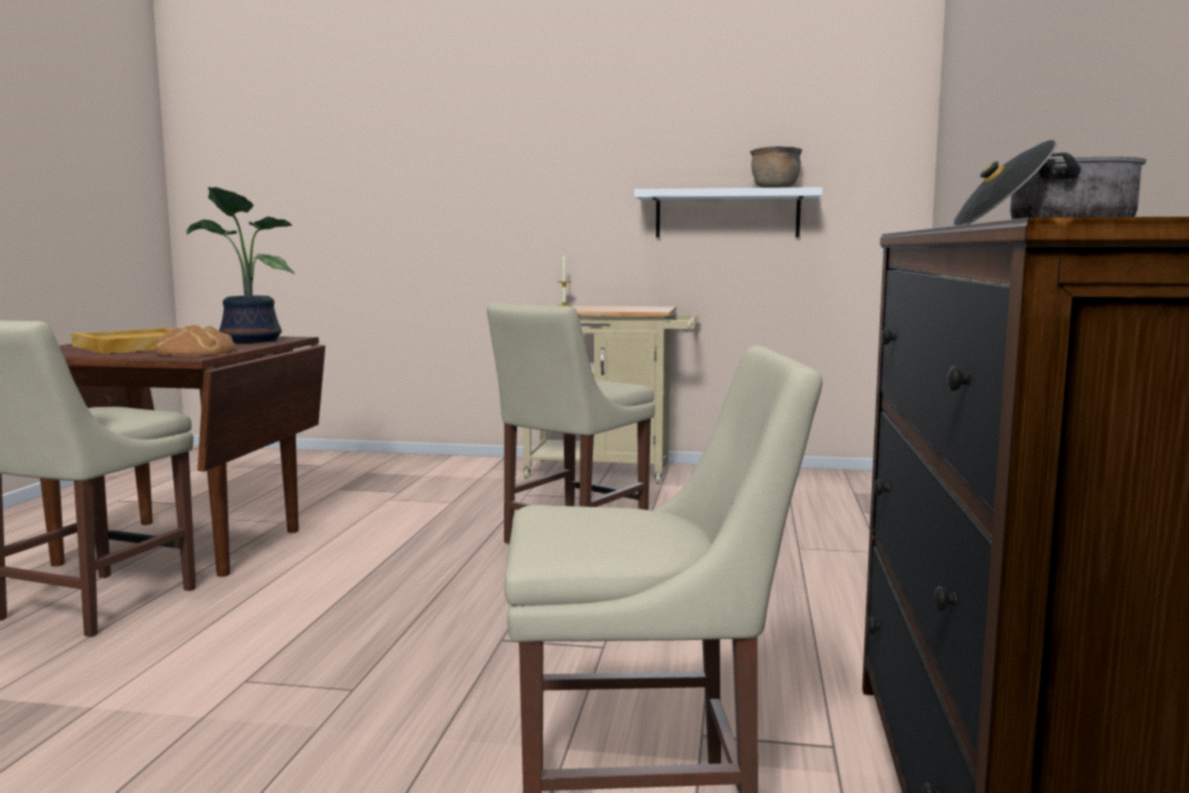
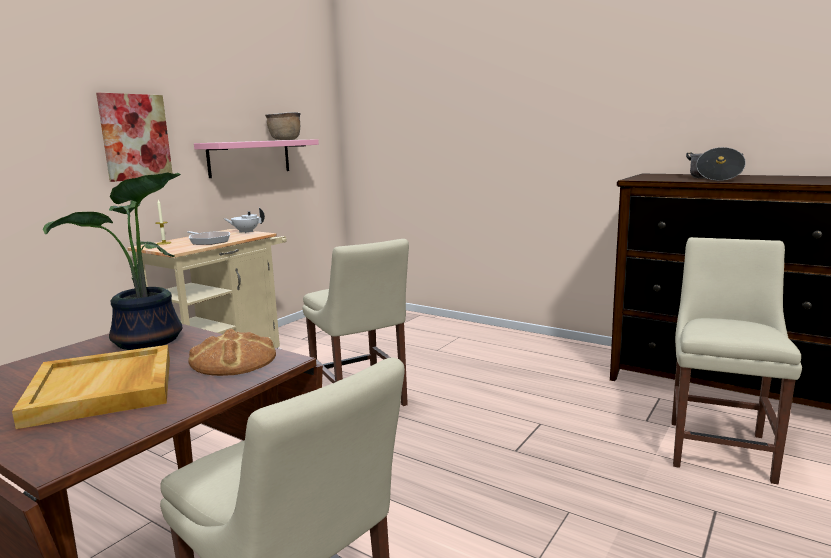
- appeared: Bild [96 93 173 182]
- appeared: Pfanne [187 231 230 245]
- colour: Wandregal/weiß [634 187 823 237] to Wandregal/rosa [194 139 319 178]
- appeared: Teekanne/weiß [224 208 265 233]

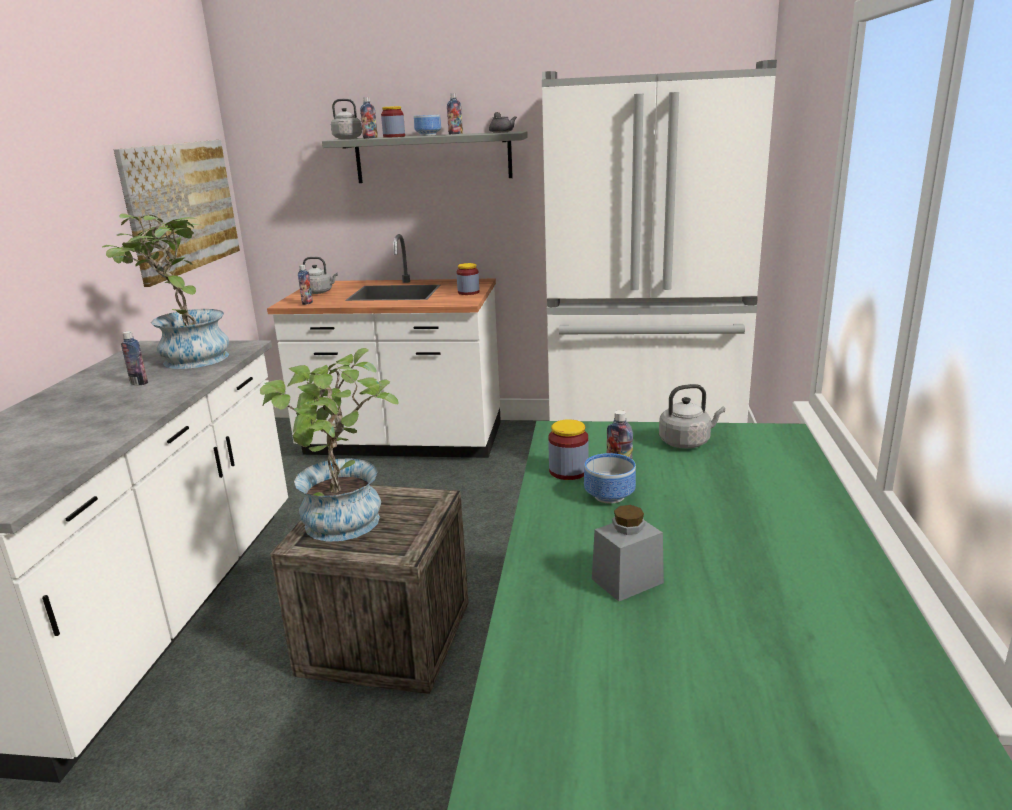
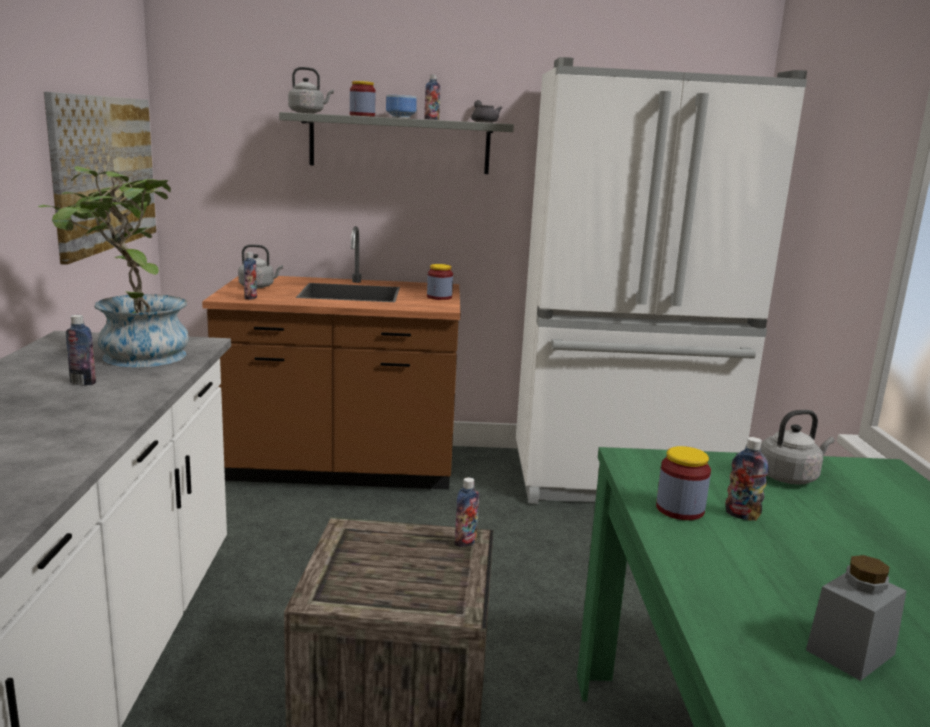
- colour: Küchenzeile/weiß [267 234 501 458] to Küchenzeile/braun [202 226 460 489]
- relocated: Flasche [360 97 378 139] to [455 477 479 547]
- missing: Topfpflanze [260 348 399 542]
- missing: Schüssel [584 453 636 504]

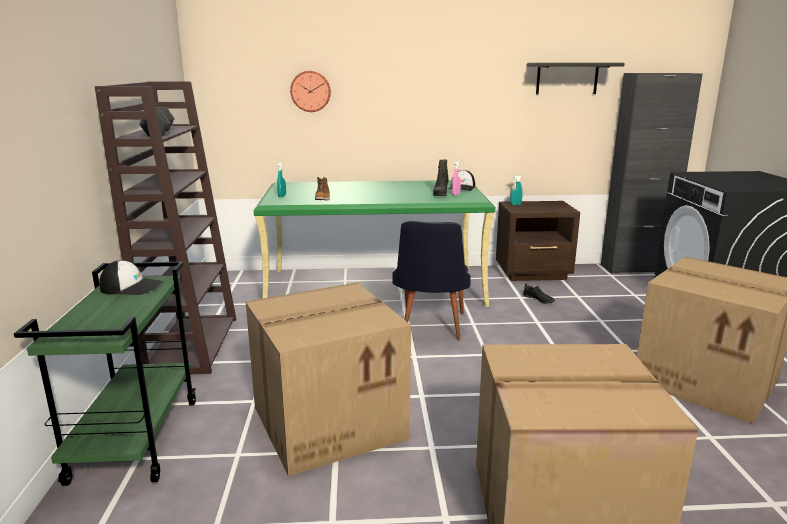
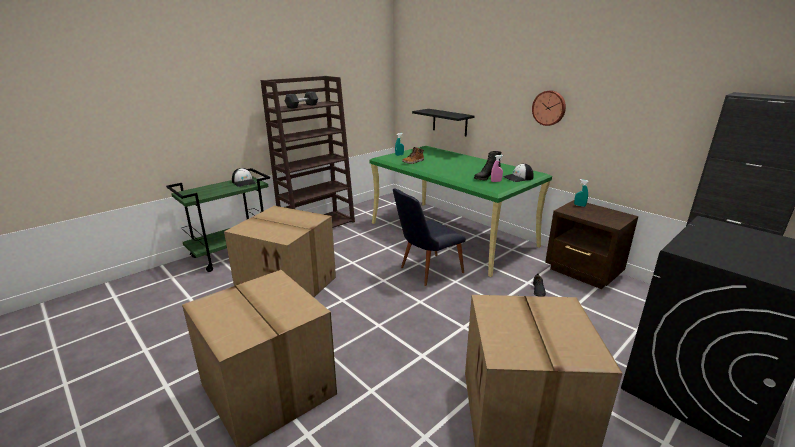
- relocated: Wandregal/schwarz [527 63 625 94] to [412 109 474 136]
- relocated: Wanduhr [290 71 331 112] to [532 90 566 126]

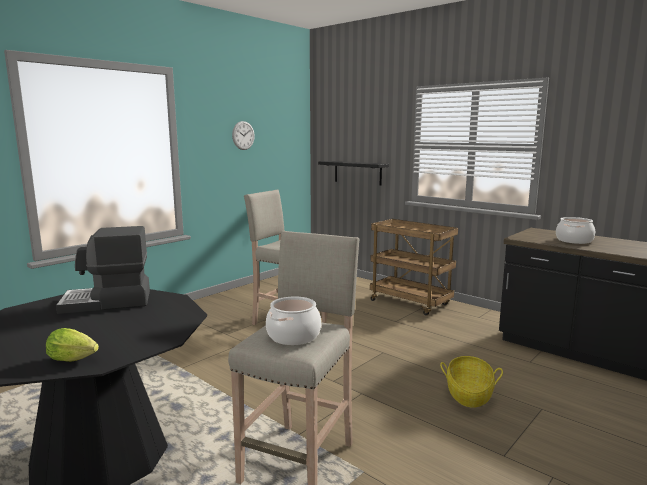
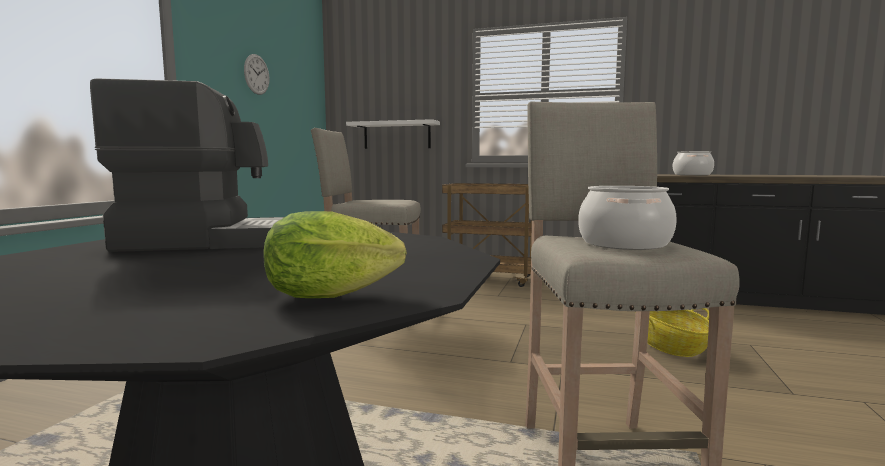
- spun: Kaffeemaschine [56 226 150 314] = [90 78 284 252] 150 degrees counterclockwise
- colour: Wandregal/schwarz [318 161 389 186] to Wandregal/weiß [346 119 440 149]

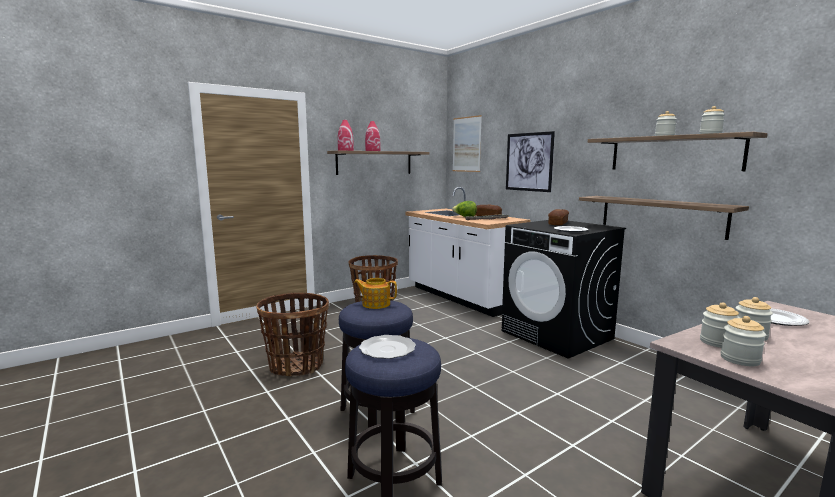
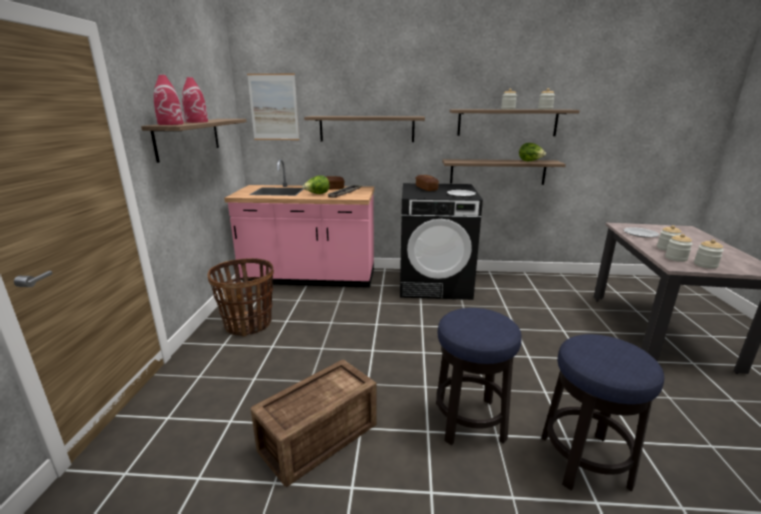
- colour: Küchenzeile/weiß [405 187 531 317] to Küchenzeile/rosa [224 159 374 288]
- exchanged: Korb [256 293 329 376] to Kiste [251 360 377 487]
- exchanged: Bild [506 131 555 192] to Wandregal [304 116 425 142]
- appeared: Salatkopf [519 143 546 161]
- missing: Teekanne [354 278 397 309]
- missing: Teller [359 335 416 359]

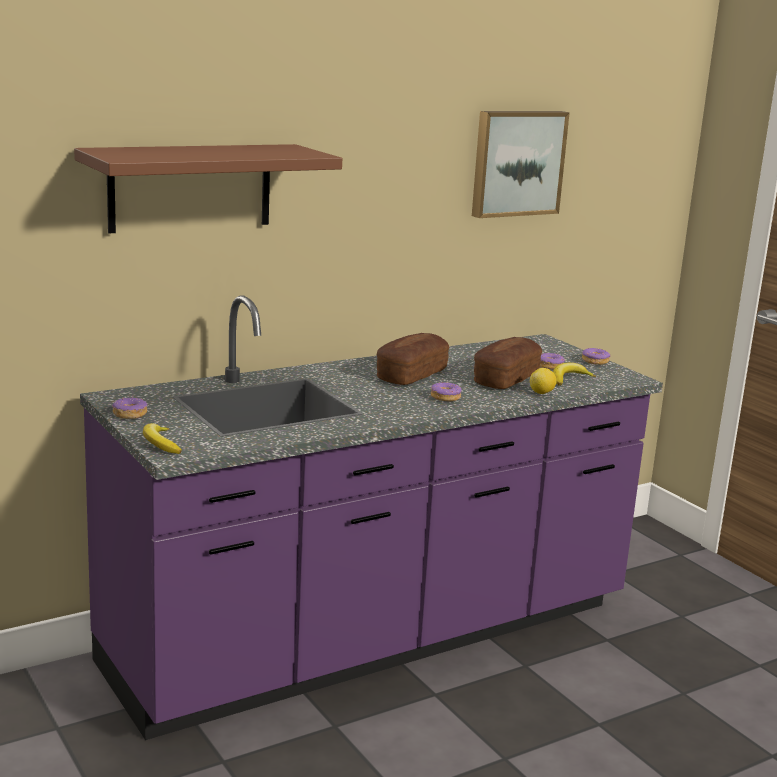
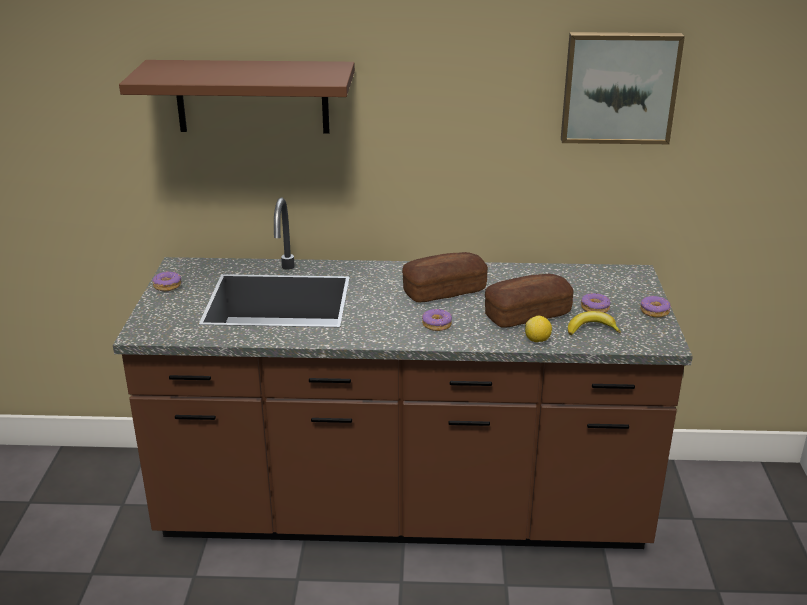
- colour: Küchenzeile/lila [80 295 663 740] to Küchenzeile/braun [113 198 693 549]
- missing: Banane [143 423 182 454]

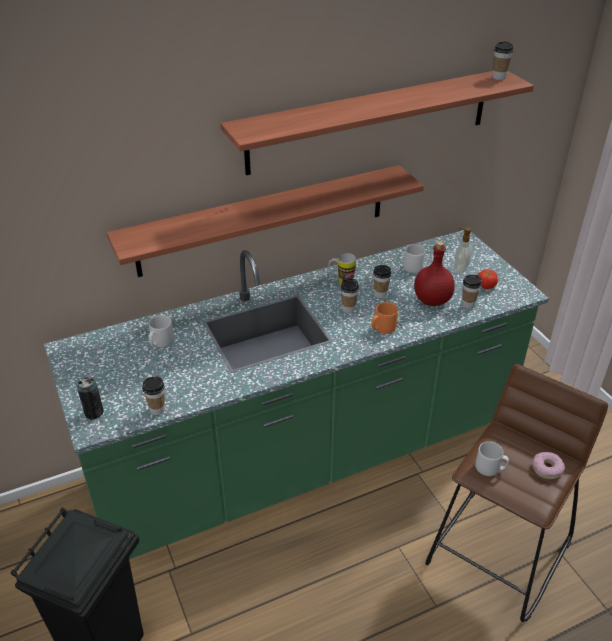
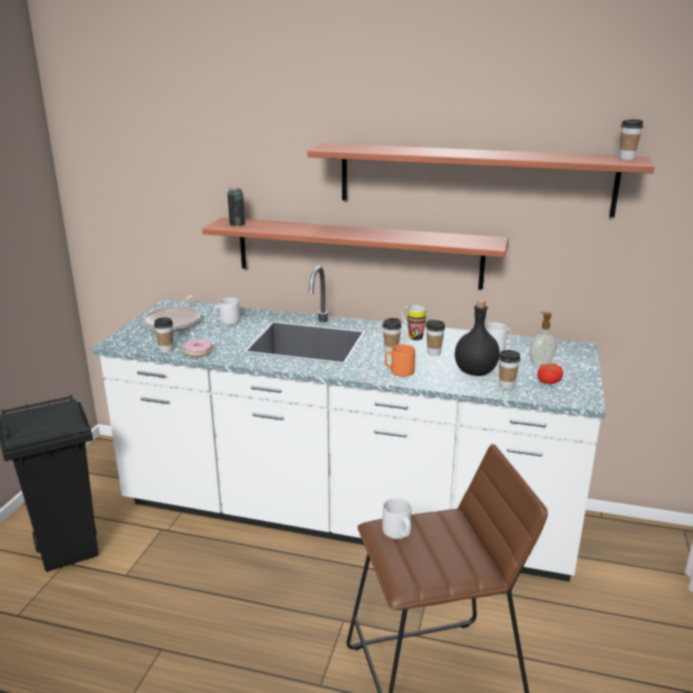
- colour: Küchenzeile/grün [44 230 549 559] to Küchenzeile/weiß [91 265 606 582]
- appeared: Pfanne [144 295 200 332]
- relocated: Donut [532 452 565 479] to [183 338 213 357]
- relocated: Dose [77 377 104 419] to [228 188 245 226]
- colour: Flasche/rot [414 241 455 306] to Flasche/schwarz [455 300 500 376]

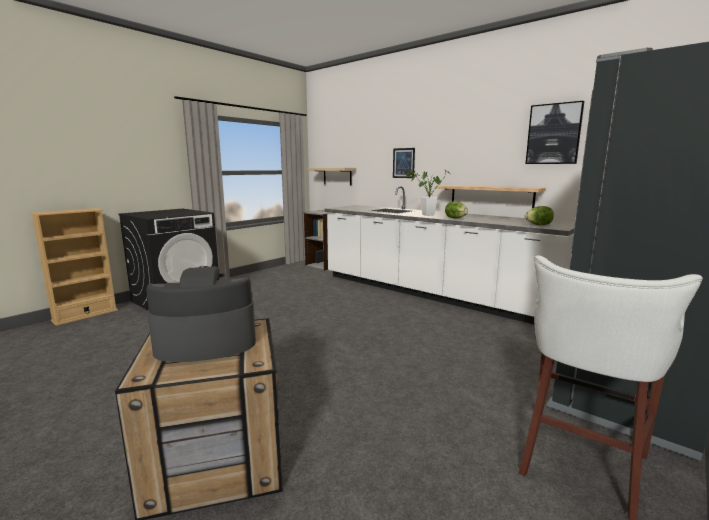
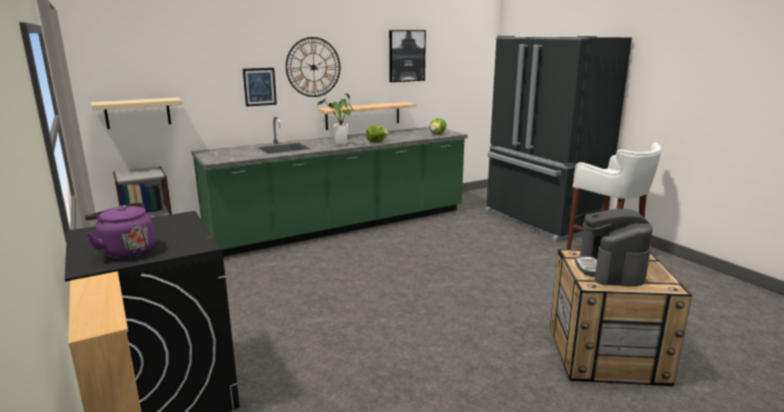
- appeared: Wasserkessel/lila [85 203 155 259]
- colour: Küchenzeile/weiß [324 186 575 324] to Küchenzeile/grün [192 116 467 257]
- appeared: Wanduhr [286 37 340 97]

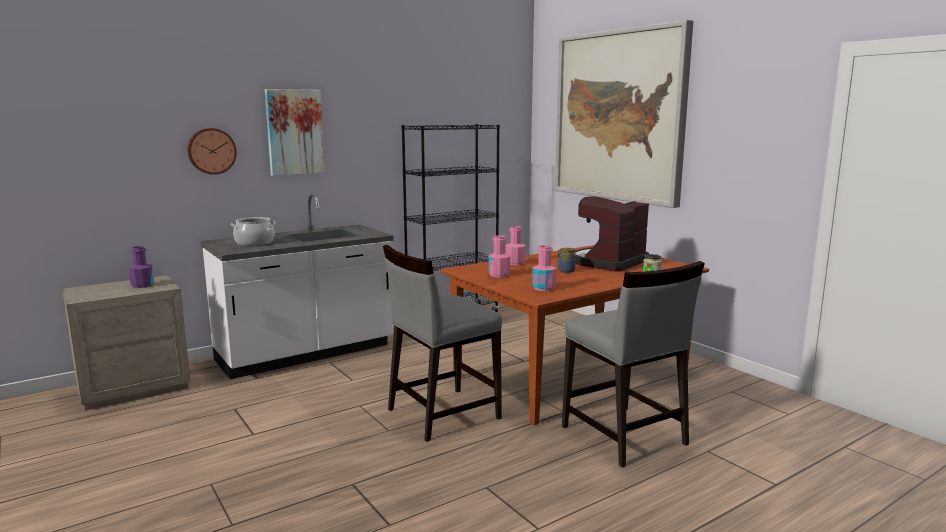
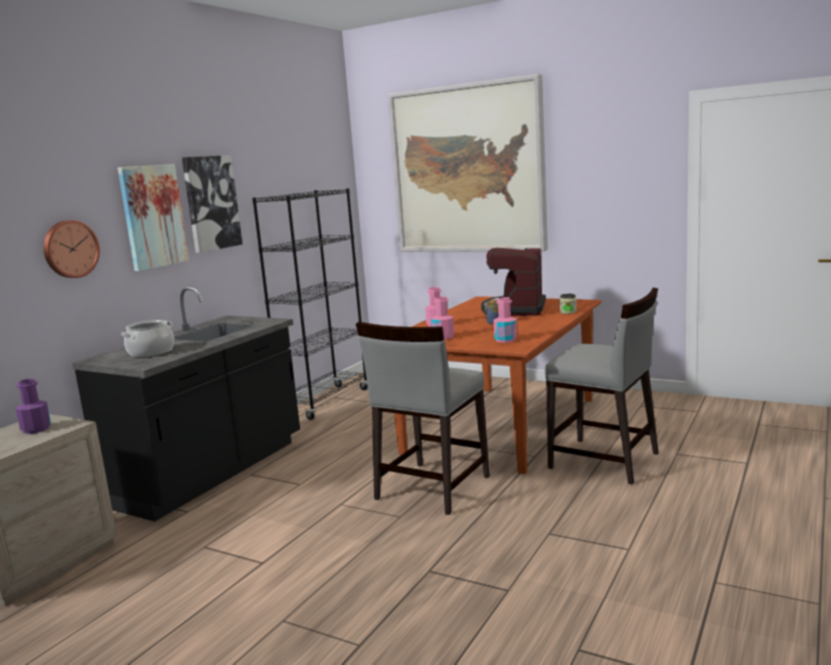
- colour: Küchenzeile/weiß [200 194 394 379] to Küchenzeile/schwarz [72 286 300 522]
- appeared: Bild [182 155 243 253]

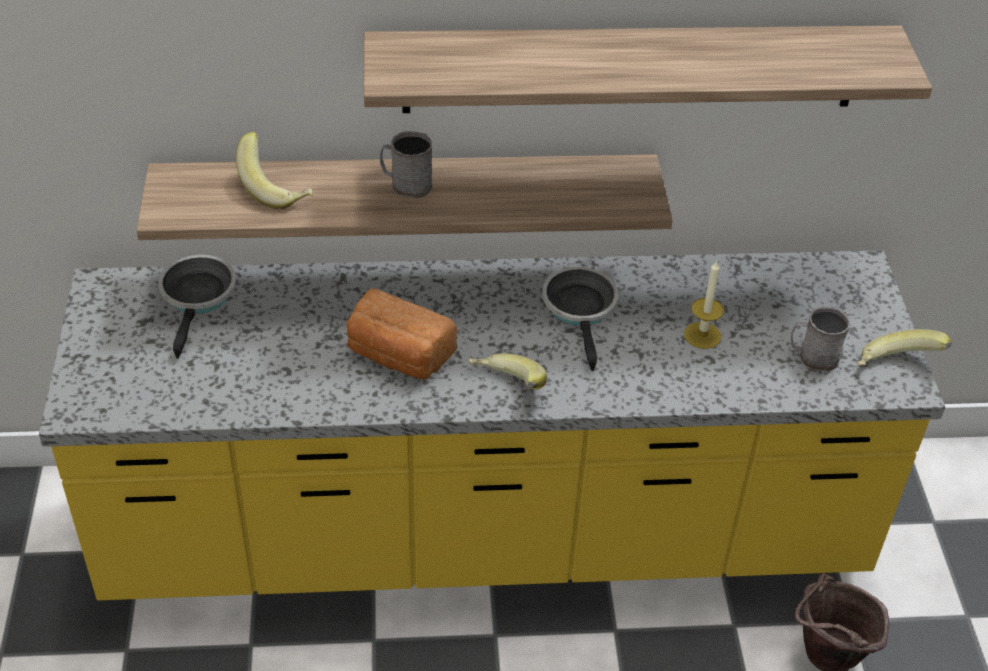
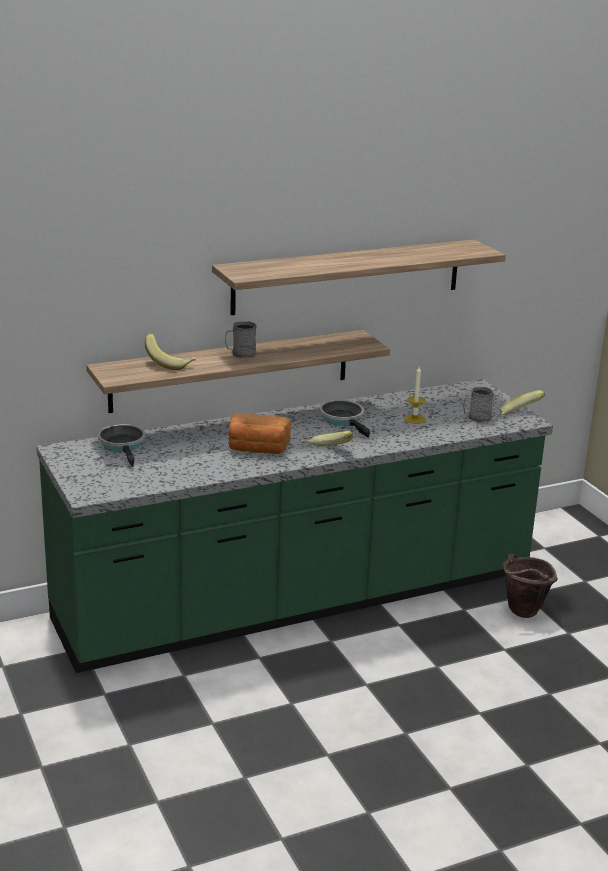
- colour: Küchenzeile/gelb [39 250 945 600] to Küchenzeile/grün [36 379 553 673]

